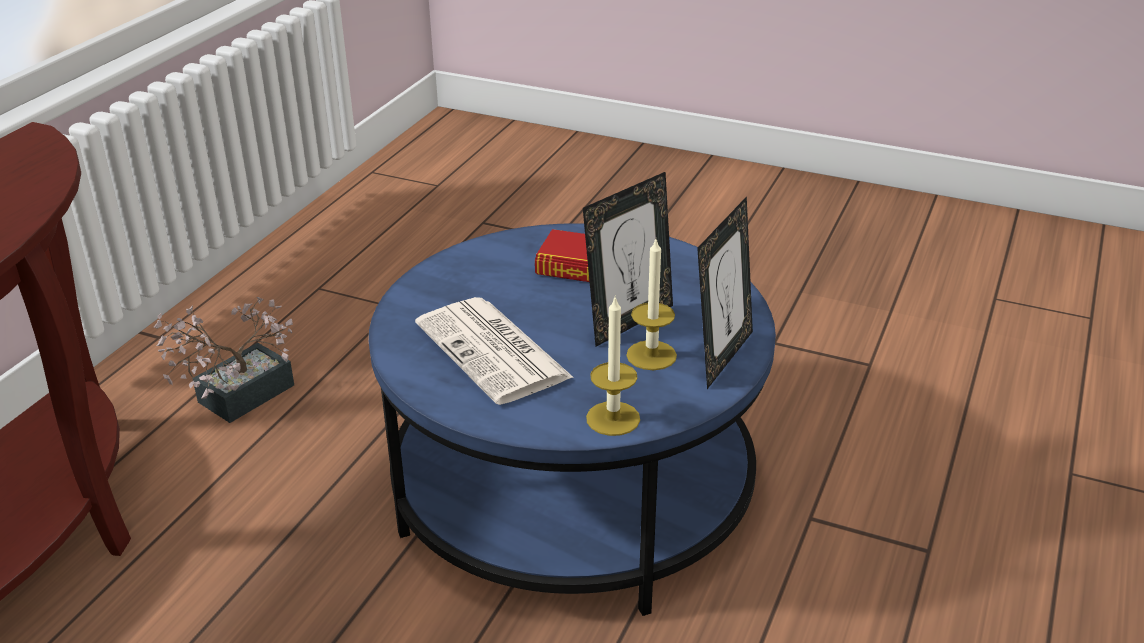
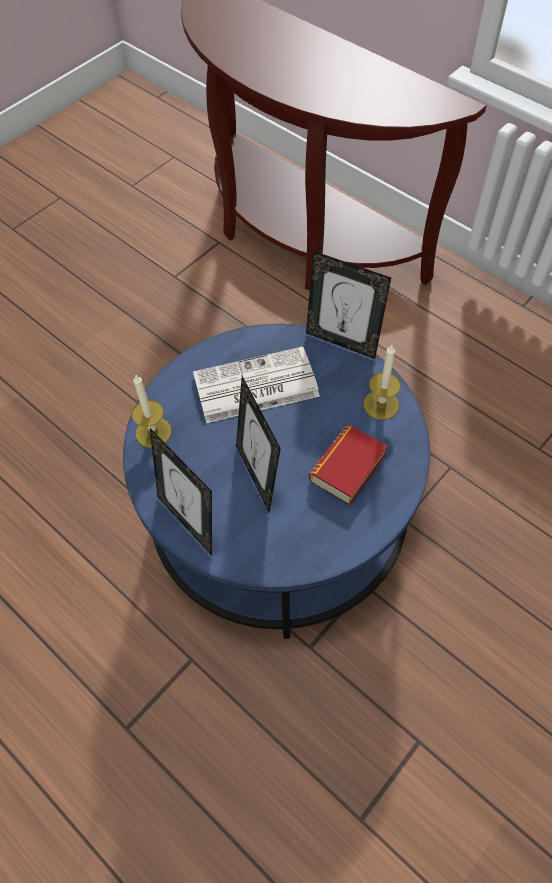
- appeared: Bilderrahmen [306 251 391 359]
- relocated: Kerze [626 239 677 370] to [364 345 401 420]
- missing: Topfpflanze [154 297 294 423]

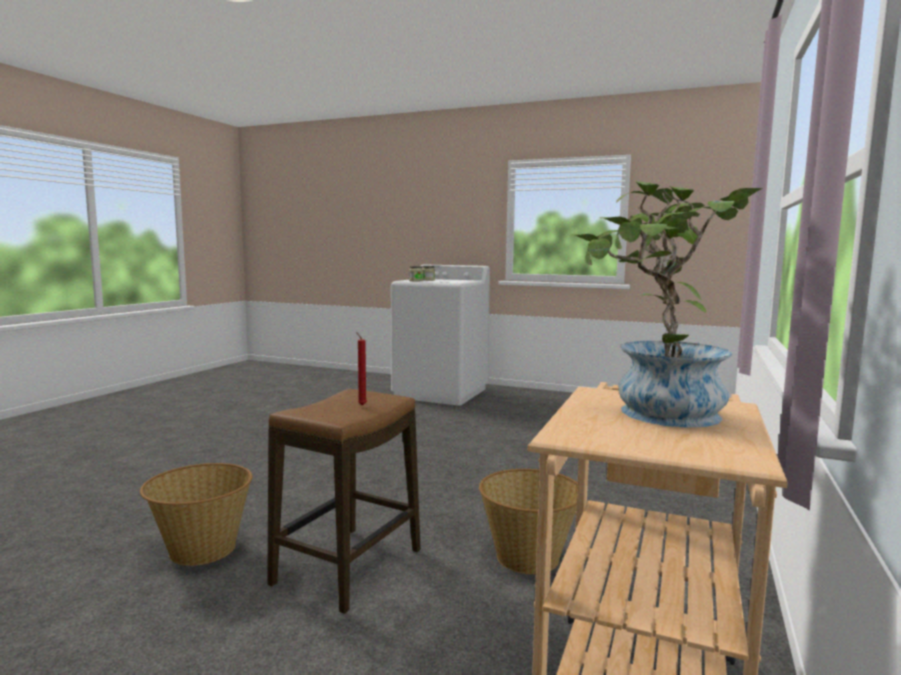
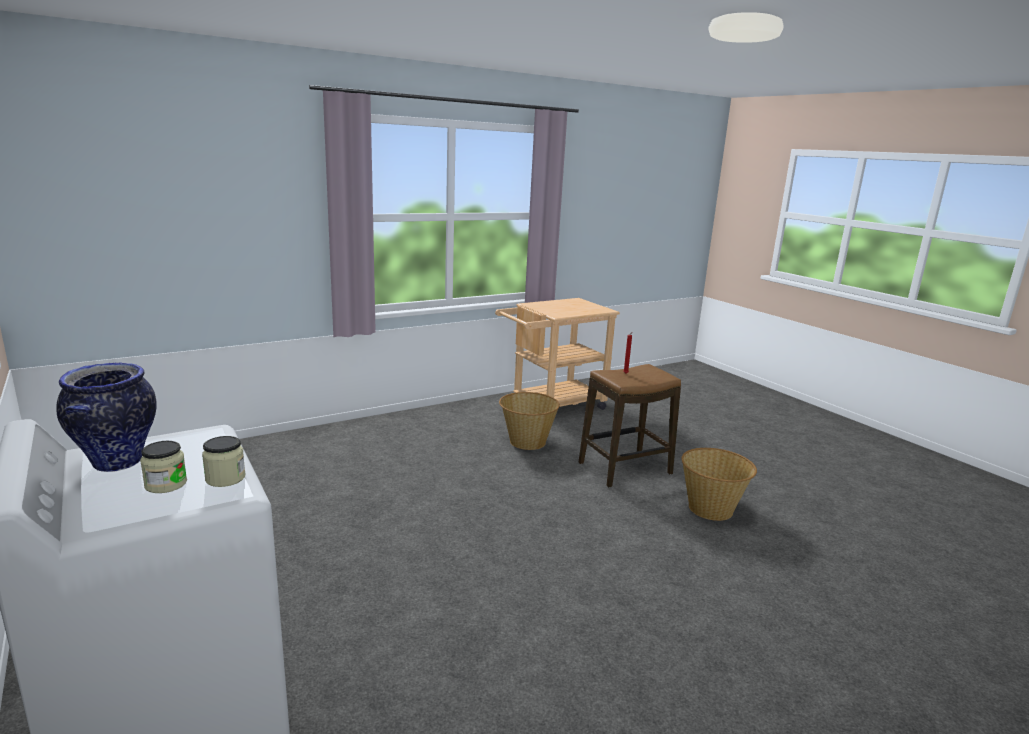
- appeared: Vase [56 362 157 472]
- missing: Topfpflanze [569 181 763 428]

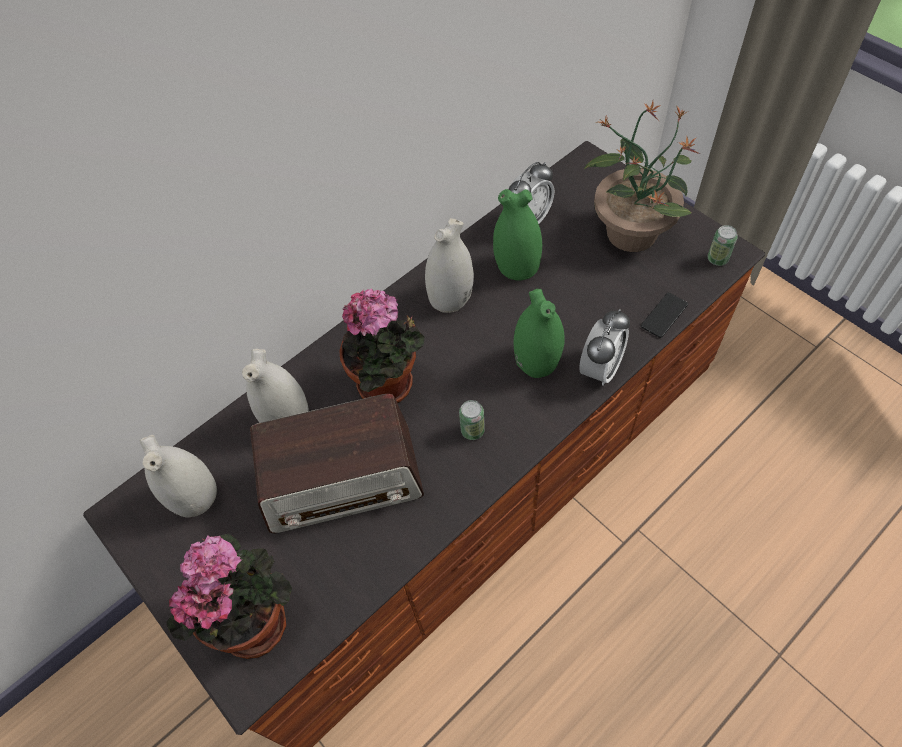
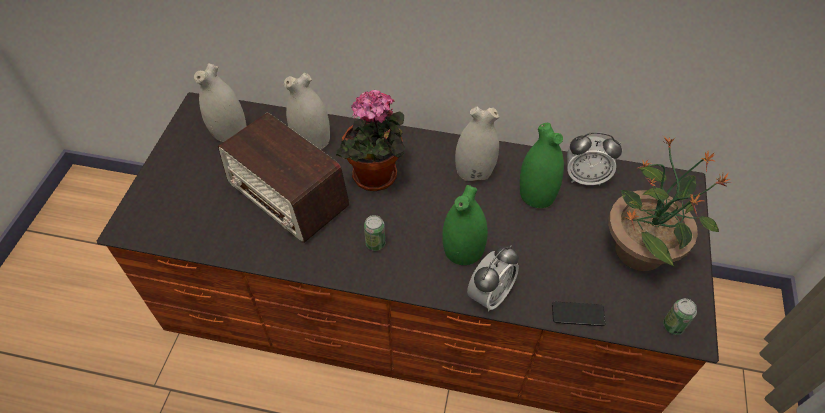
- spun: Wecker [579 309 630 386] = [467 245 519 311] 45 degrees counterclockwise
- missing: Topfpflanze [167 533 292 659]

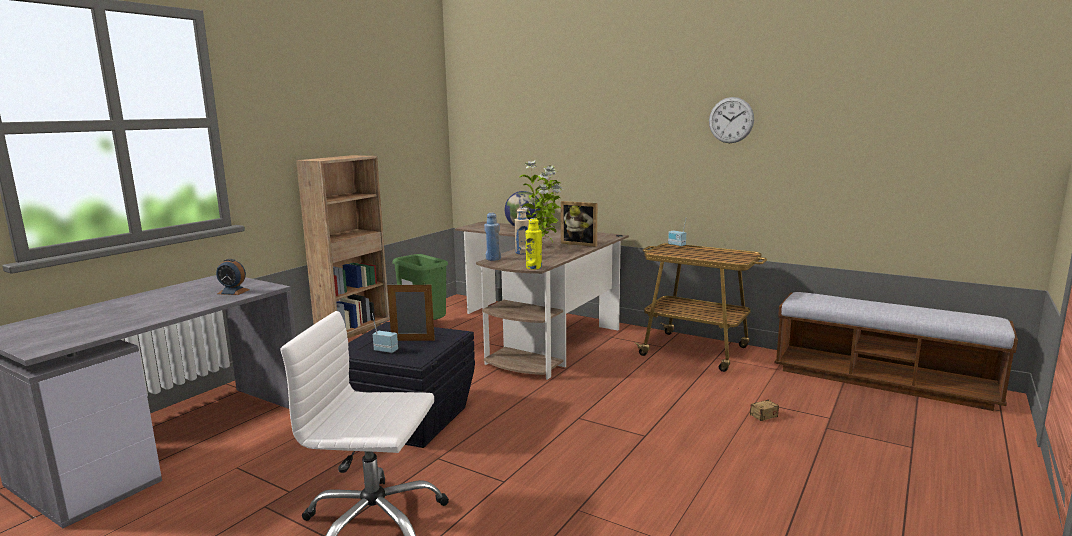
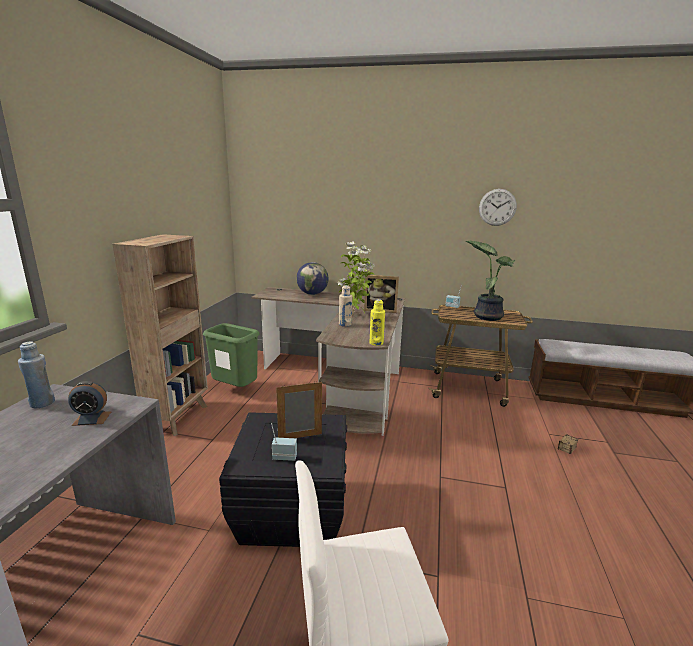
- relocated: Flasche/blau [484 213 501 261] to [18 341 55 408]
- appeared: Topfpflanze [466 241 515 321]

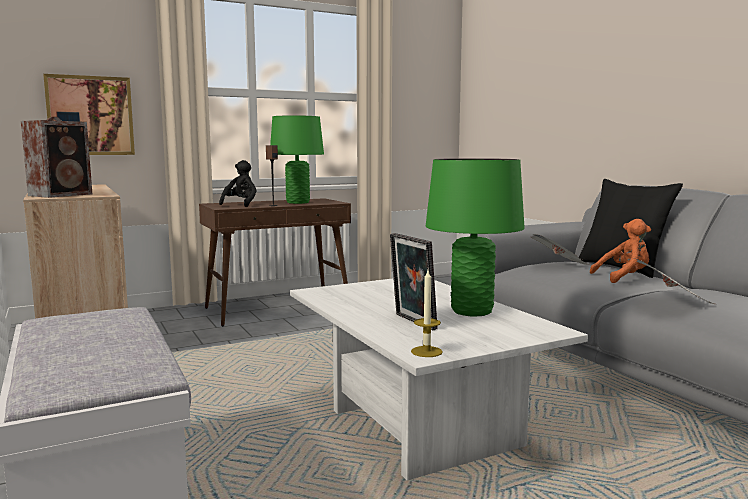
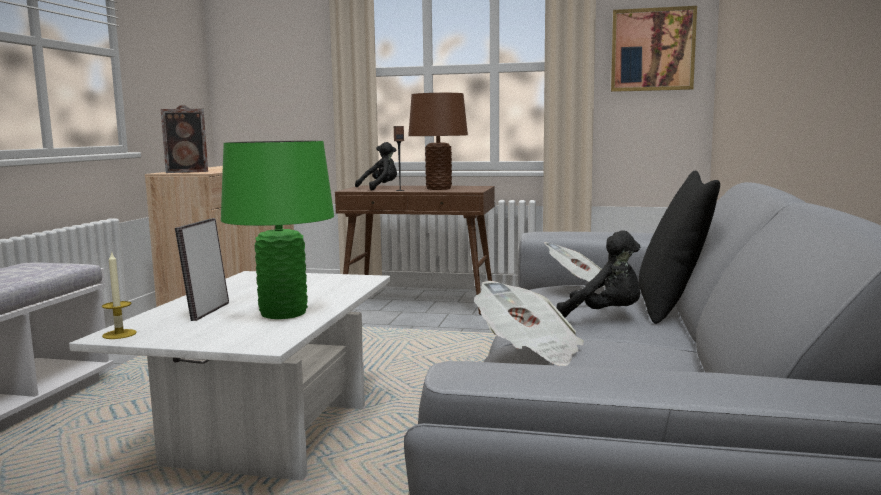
- colour: Tischlampe/grün [270 115 324 204] to Tischlampe/braun [408 93 468 190]
- colour: Plüschtier/orange [590 219 651 283] to Plüschtier/schwarz [557 230 641 318]
- relocated: Bild [43 74 135 155] to [611 6 697 92]

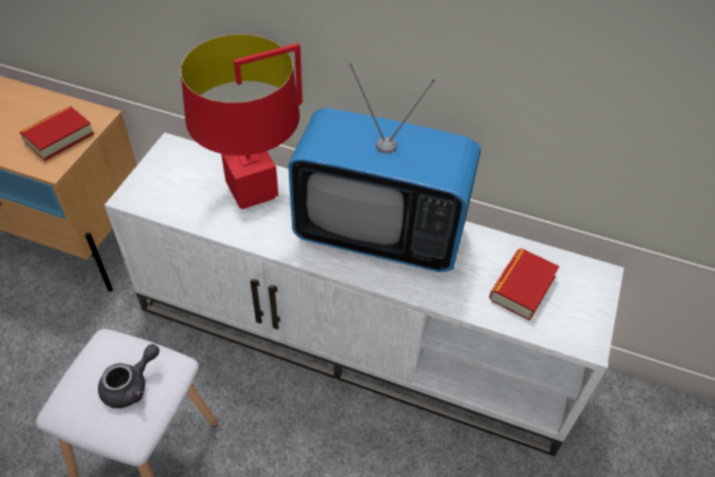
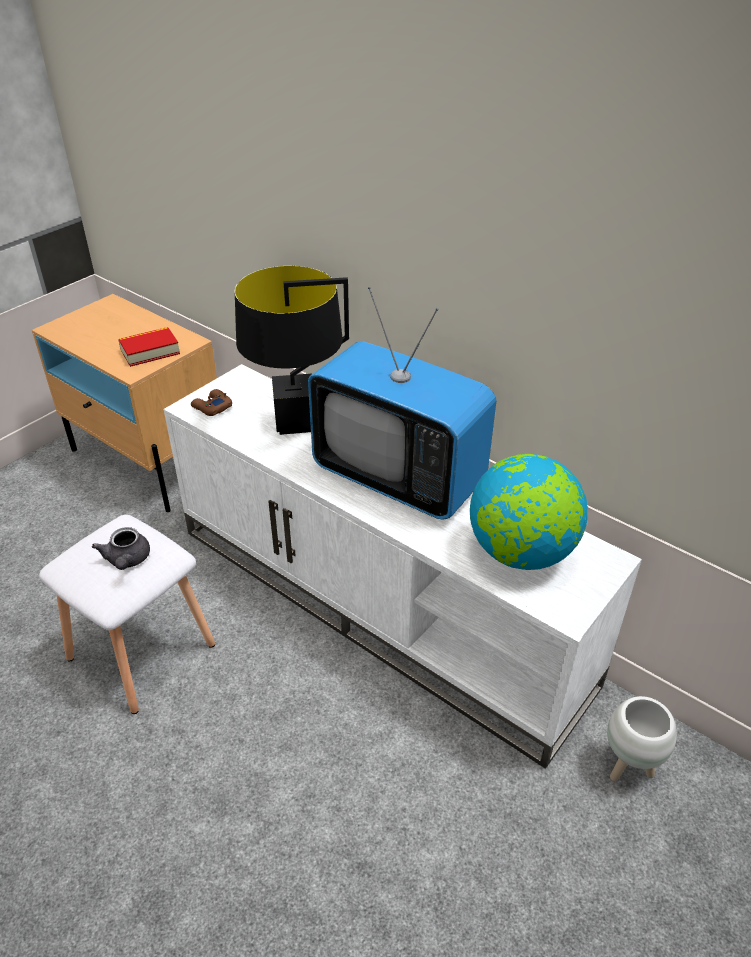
- spun: Teekanne/grau [98 344 160 408] = [92 527 150 570] 105 degrees clockwise
- appeared: Gamepad/braun [191 389 232 416]
- colour: Tischlampe/rot [181 34 302 209] to Tischlampe/schwarz [235 266 349 435]
- exchanged: Buch [489 248 560 321] to Globus [470 454 588 570]
- appeared: Pflanzkübel/weiß [607 696 677 781]

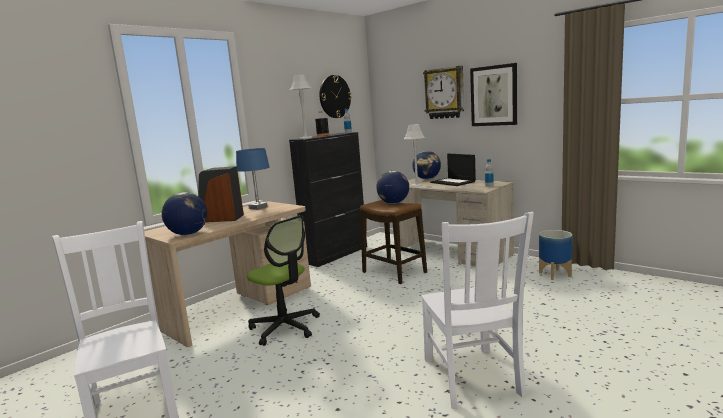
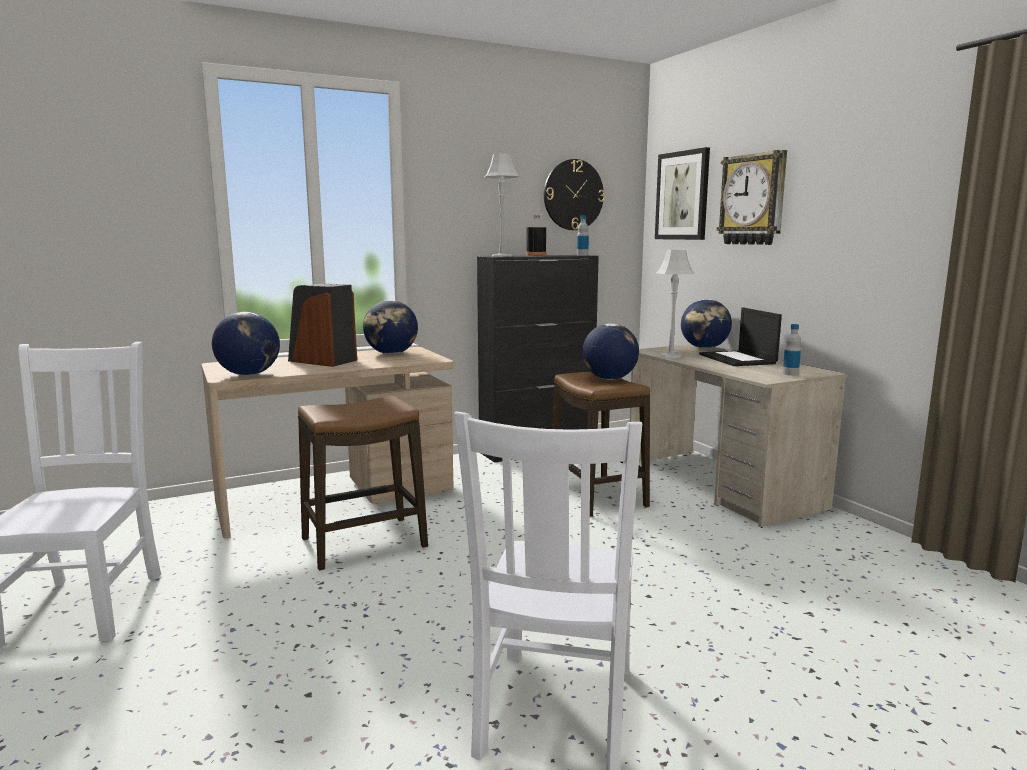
- exchanged: Bürostuhl [247 215 320 346] to Hocker [298 396 428 571]
- exchanged: Tischlampe/blau [236 148 269 210] to Globus [363 300 418 354]
- relocated: Bild [470 63 517 126] to [655 147 710 240]
- missing: Pflanzkübel [539 230 572 280]

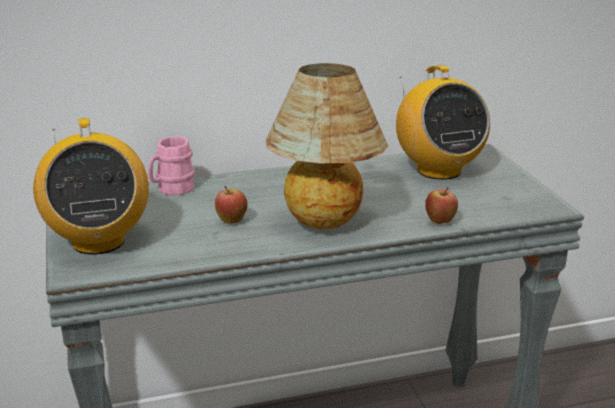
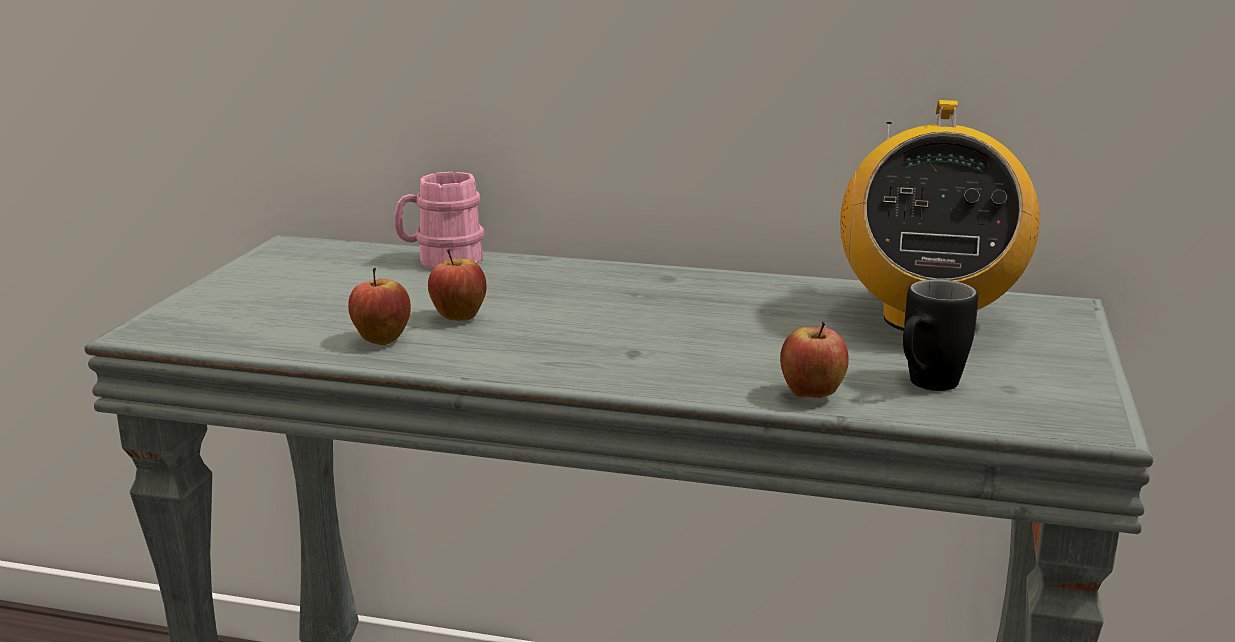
- appeared: Apfel [348 267 411 345]
- appeared: Henkelbecher/schwarz [903 279 978 391]
- missing: Radio [33 118 149 255]
- missing: Tischlampe [266 63 388 230]

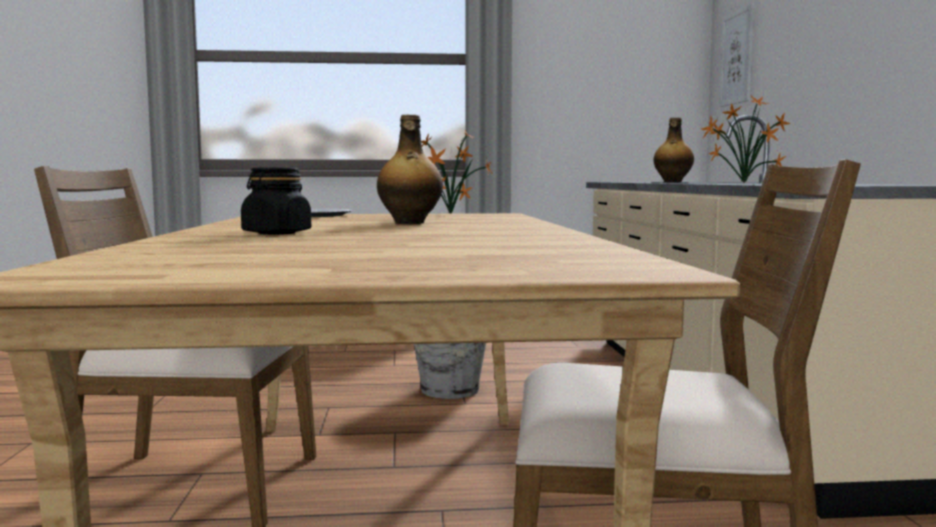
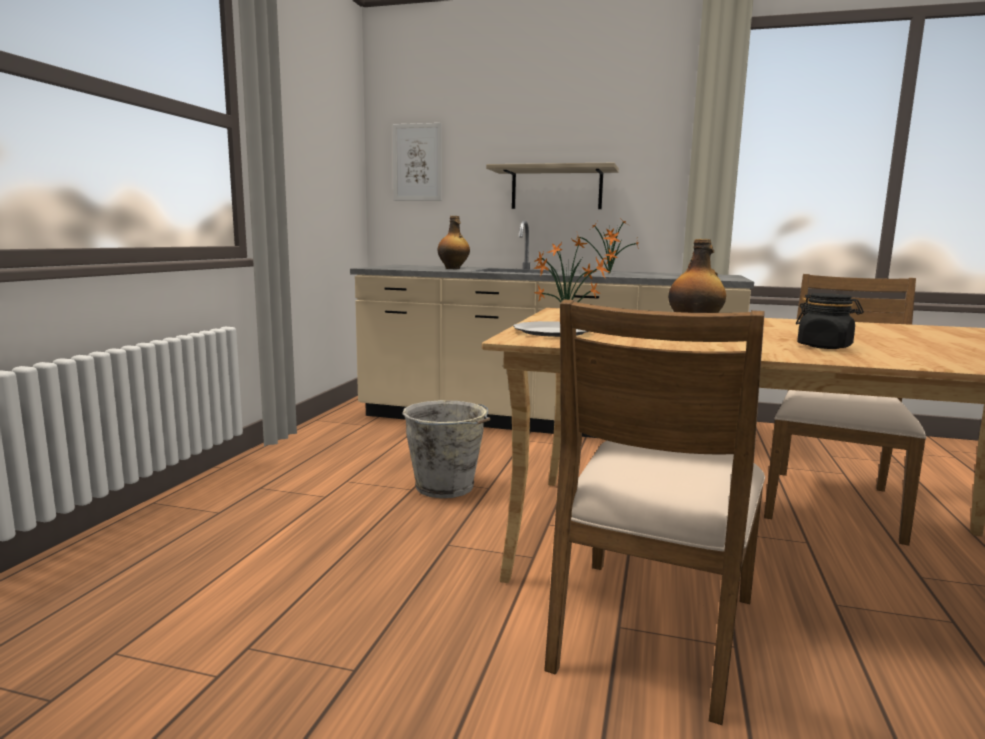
- appeared: Wandregal [486 163 619 209]

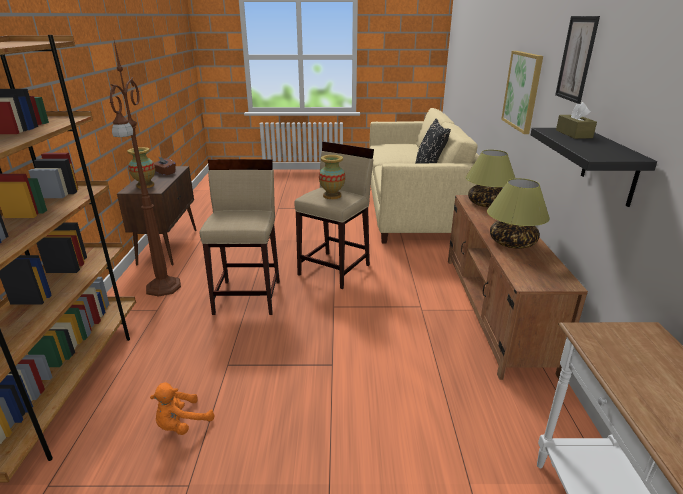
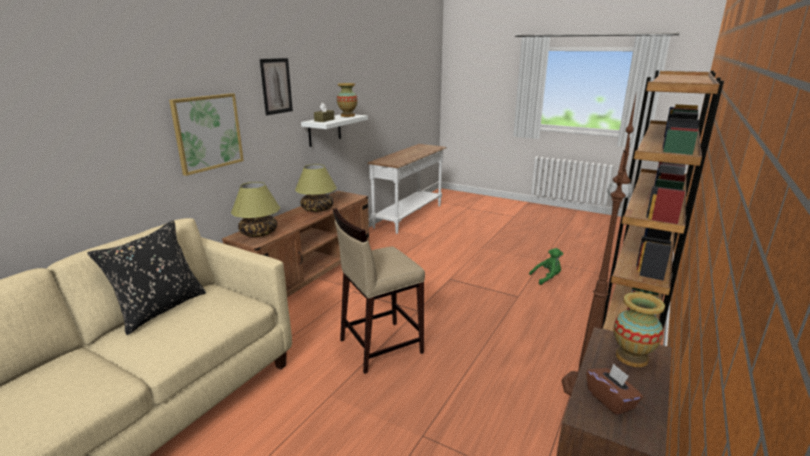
- colour: Wandregal/schwarz [531 128 657 207] to Wandregal/weiß [301 114 368 147]
- relocated: Vase [319 155 345 199] to [337 83 358 117]
- colour: Plüschtier/orange [150 382 214 435] to Plüschtier/grün [529 248 563 285]
- missing: Hocker/beige [199 159 280 315]

